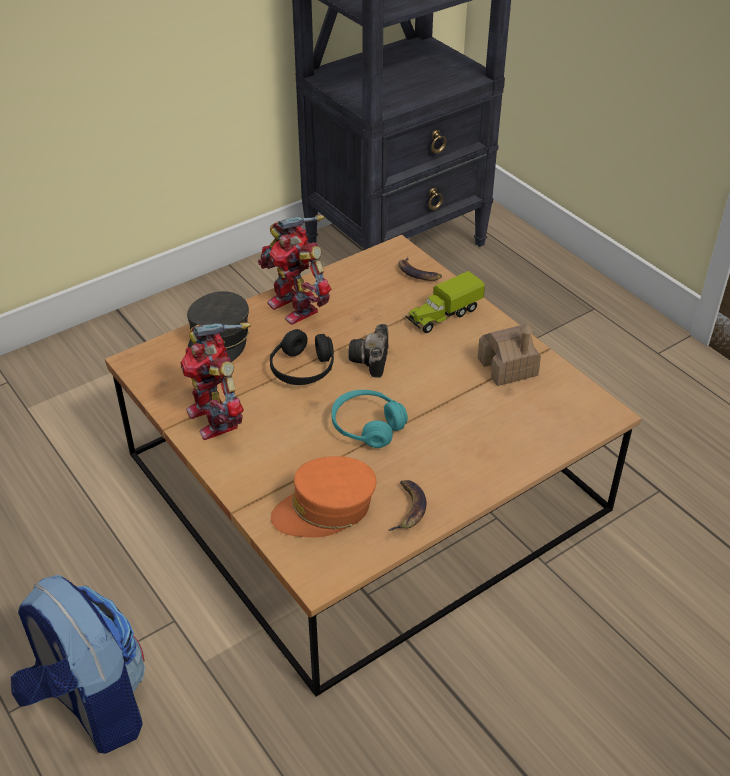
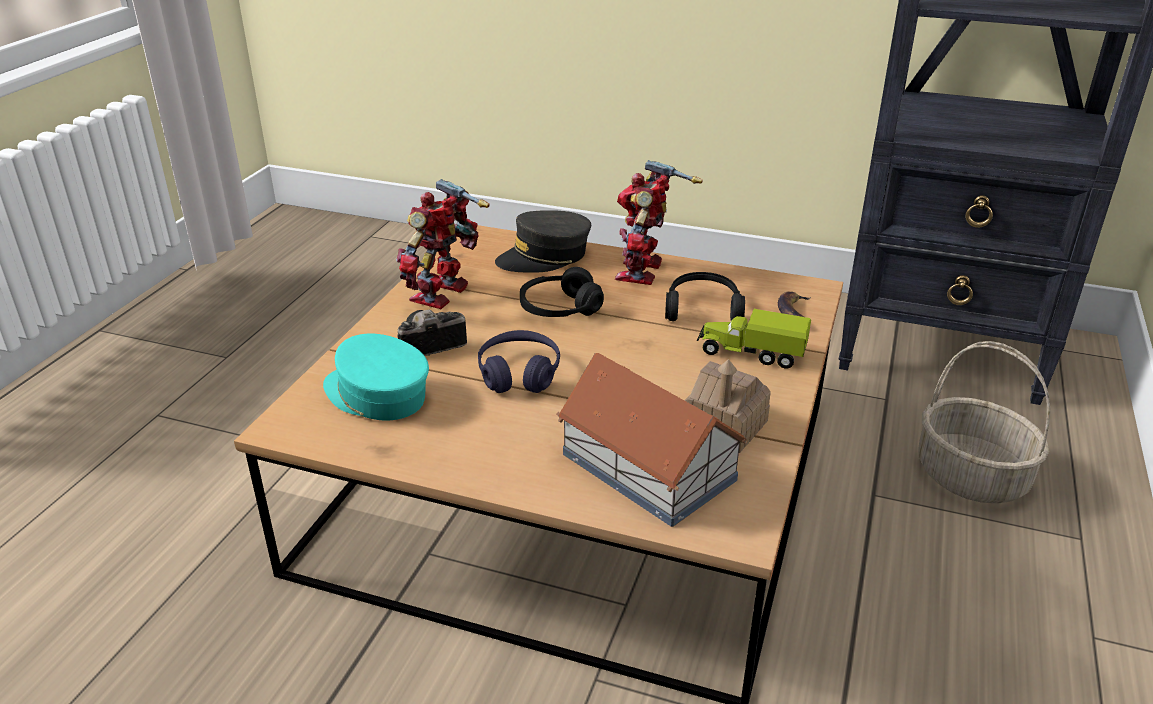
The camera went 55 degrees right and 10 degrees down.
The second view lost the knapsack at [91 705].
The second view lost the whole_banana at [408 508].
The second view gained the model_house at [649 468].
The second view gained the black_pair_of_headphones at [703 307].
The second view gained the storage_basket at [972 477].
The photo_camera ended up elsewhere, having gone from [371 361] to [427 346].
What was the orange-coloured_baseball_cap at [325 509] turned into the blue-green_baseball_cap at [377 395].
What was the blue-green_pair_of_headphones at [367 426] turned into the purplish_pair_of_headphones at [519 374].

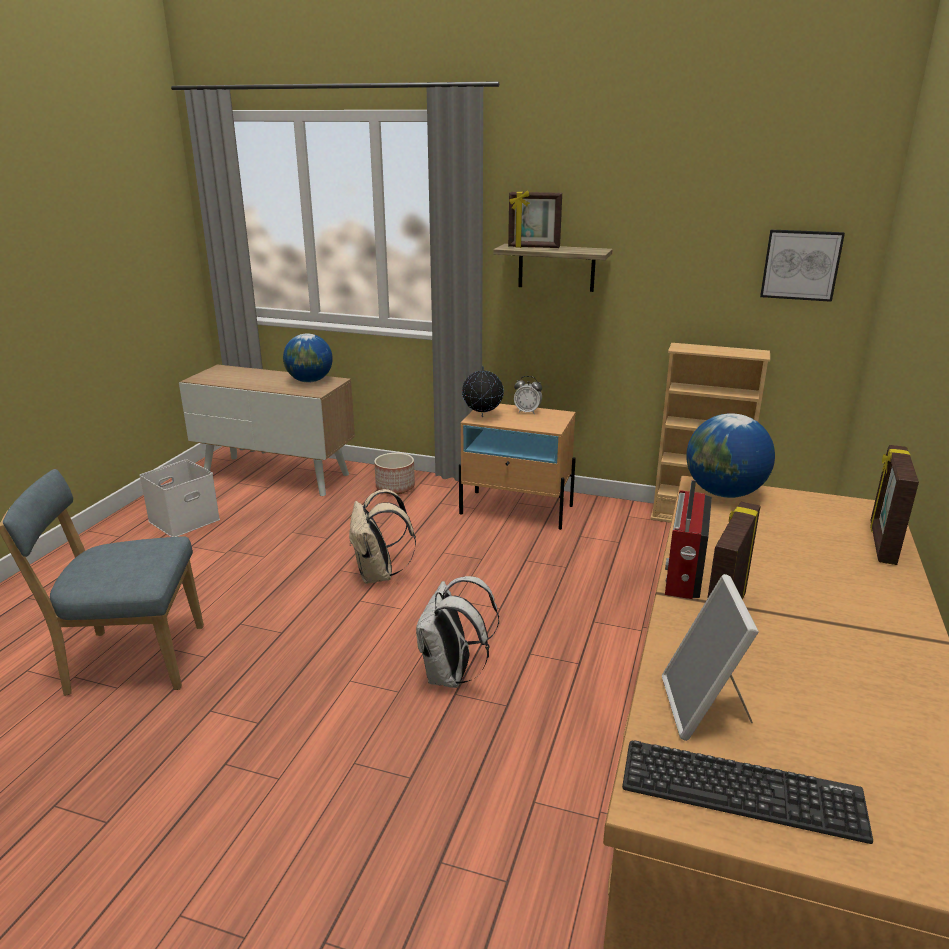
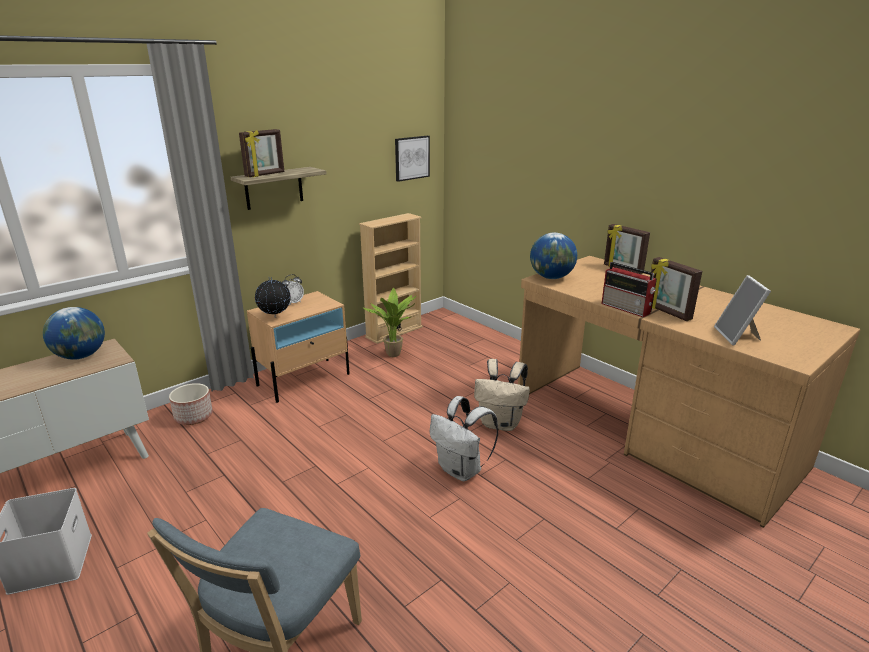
The camera went 60 degrees left and 0 degrees up.
The second view lost the keyboard at [741 791].
The second view gained the potted_plant at [395 355].
The sand-coloured_knapsack ended up elsewhere, having gone from [378 575] to [501 423].
The picture_frame at [705 709] ended up facing another way, 60 degrees clockwise from before.

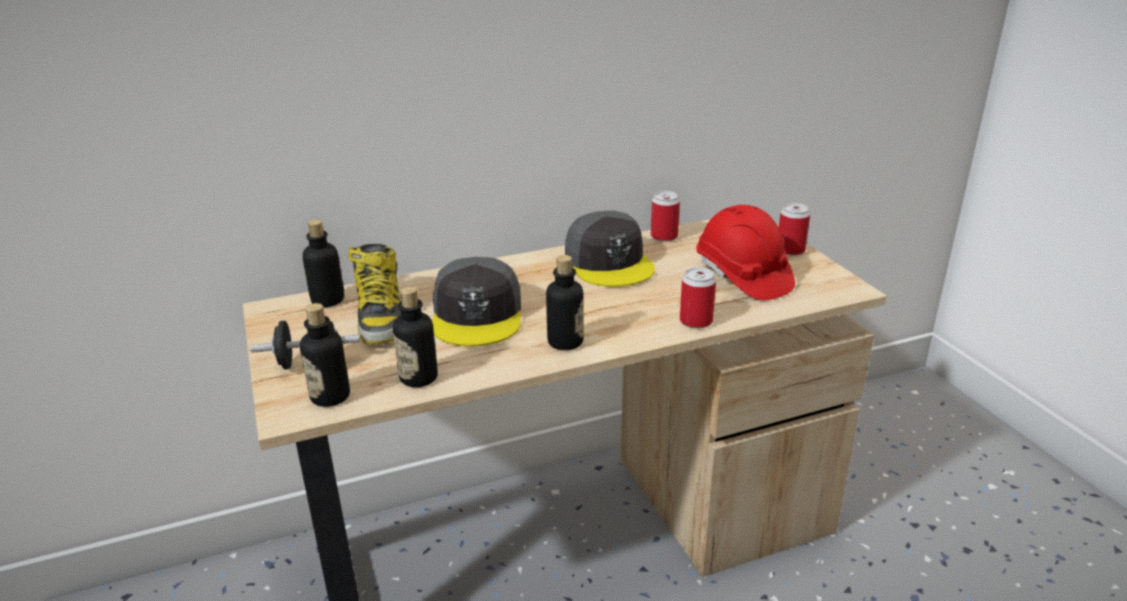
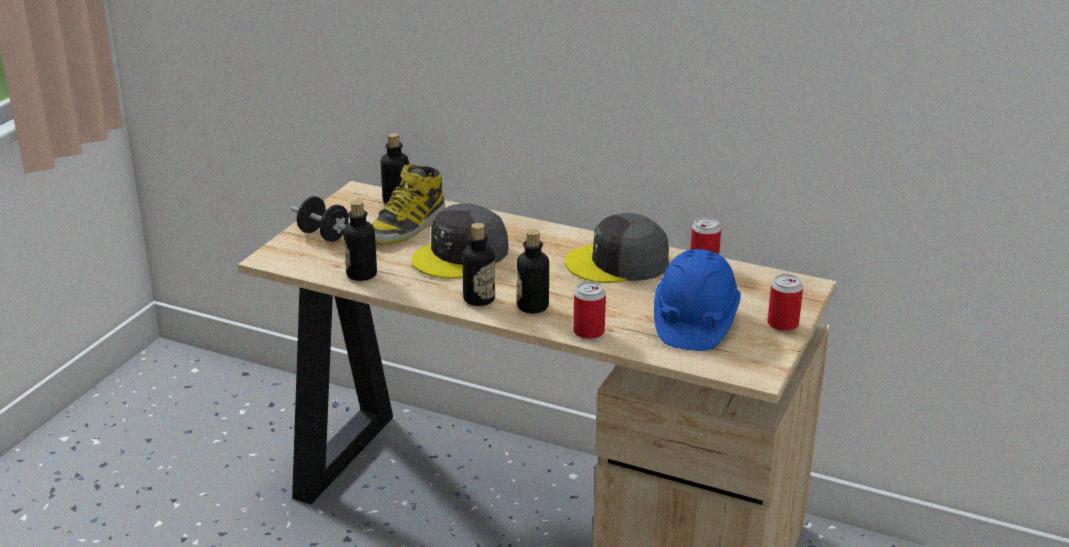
The camera went 45 degrees right and 0 degrees up.
The bottle ended up elsewhere, having gone from [330 396] to [532 306].
What was the red_hard_hat at [742 276] turned into the bluish_hard_hat at [694 322].
The greyish_baseball_cap at [609 262] ended up facing another way, 60 degrees clockwise from before.

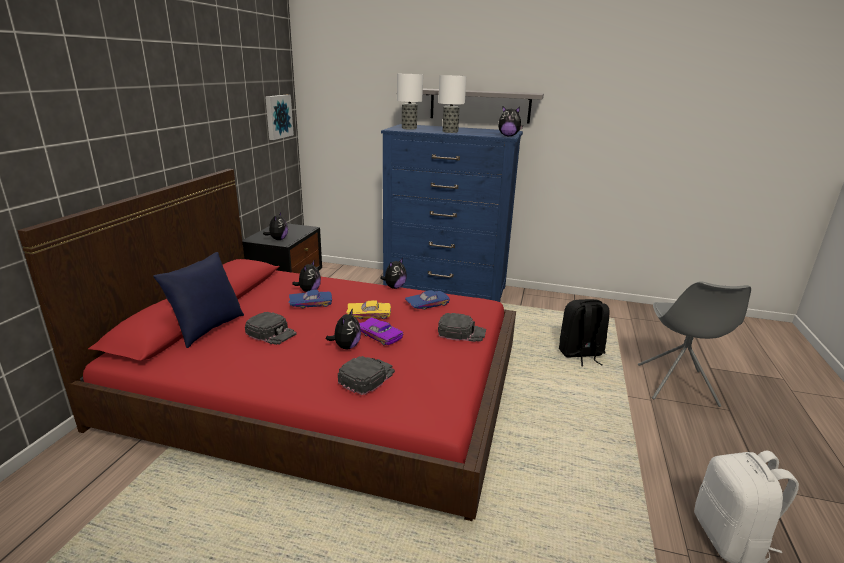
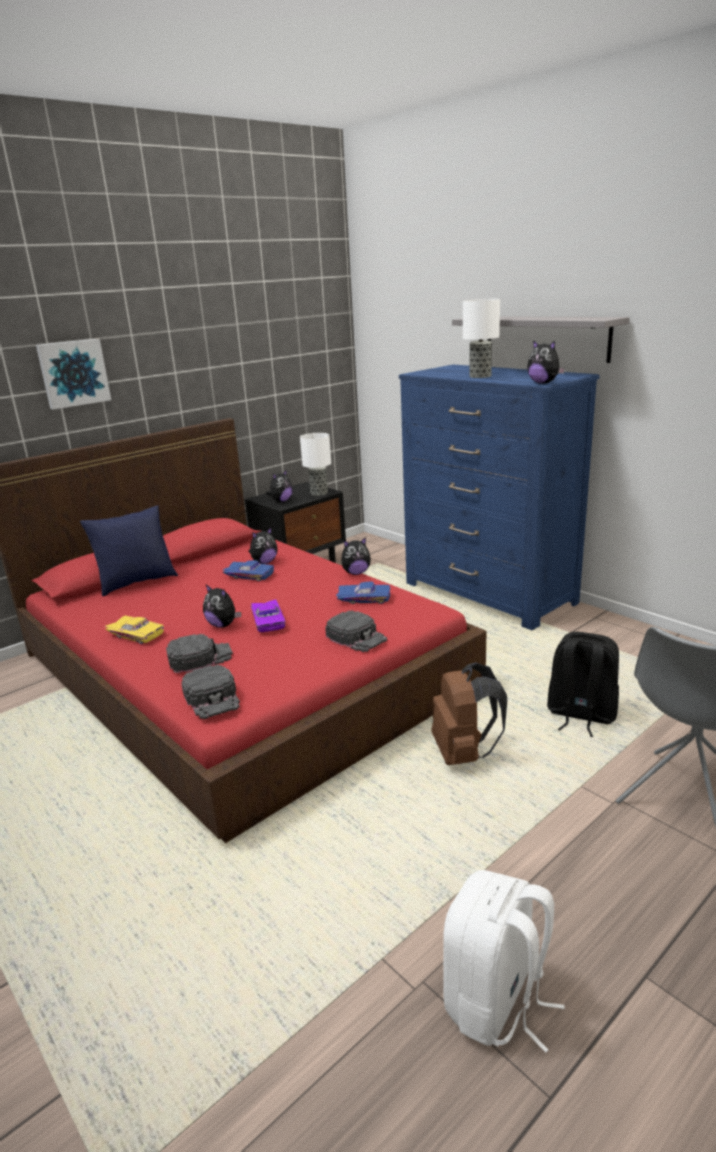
The camera went 35 degrees right and 0 degrees up.
The second view gained the brown-coloured_knapsack at [464 753].
The black_baseball_cap ended up elsewhere, having gone from [271 333] to [212 698].
The picture ended up elsewhere, having gone from [277 116] to [73 373].
The yellowish_model_car ended up elsewhere, having gone from [369 314] to [137 634].
The tabletop_lamp ended up elsewhere, having gone from [409 128] to [319 493].
The soft_toy at [346 347] ended up facing another way, 75 degrees clockwise from before.

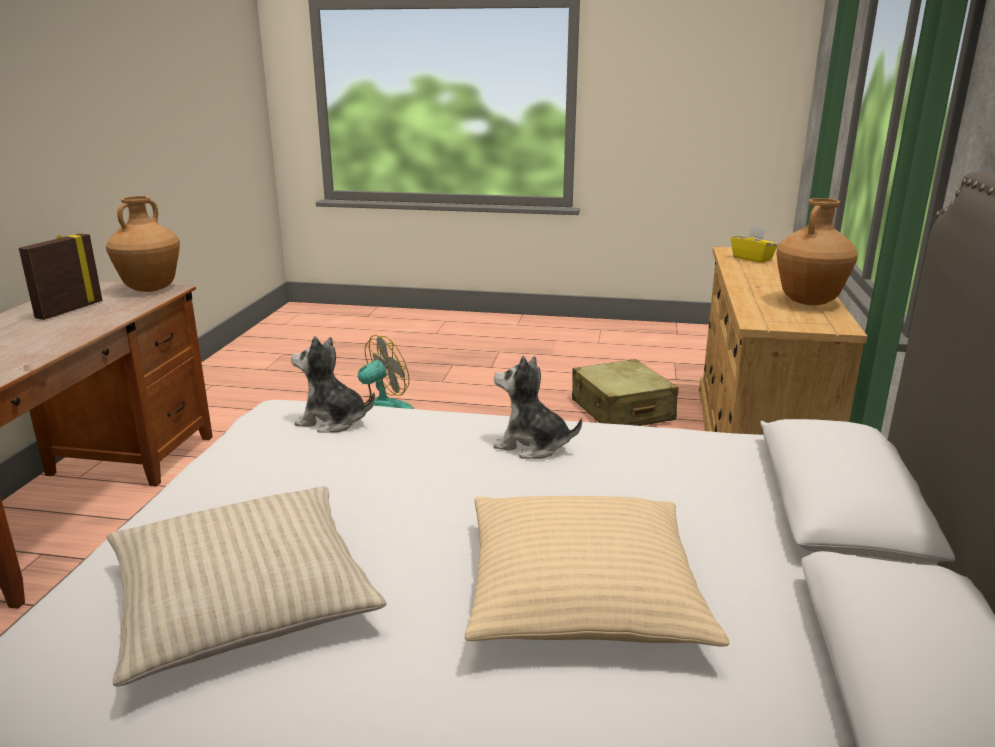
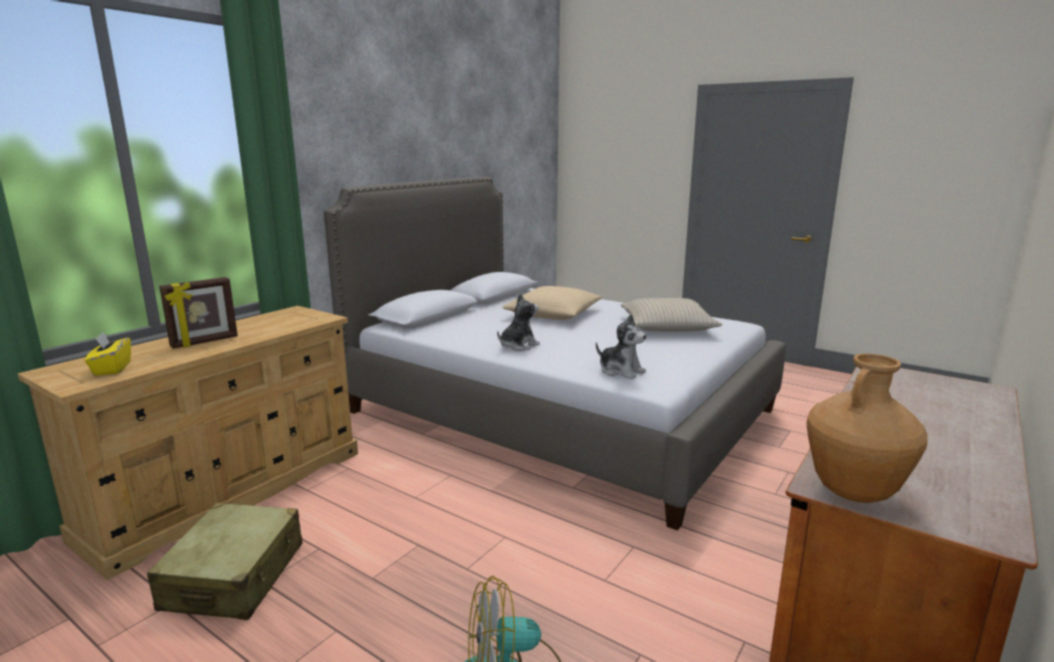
The camera went 155 degrees left and 5 degrees down.
The second view lost the brown-coloured_vase at [808 302].
The picture_frame ended up elsewhere, having gone from [69 310] to [205 342].
The soft_toy at [532 445] ended up facing another way, 90 degrees counterclockwise from before.

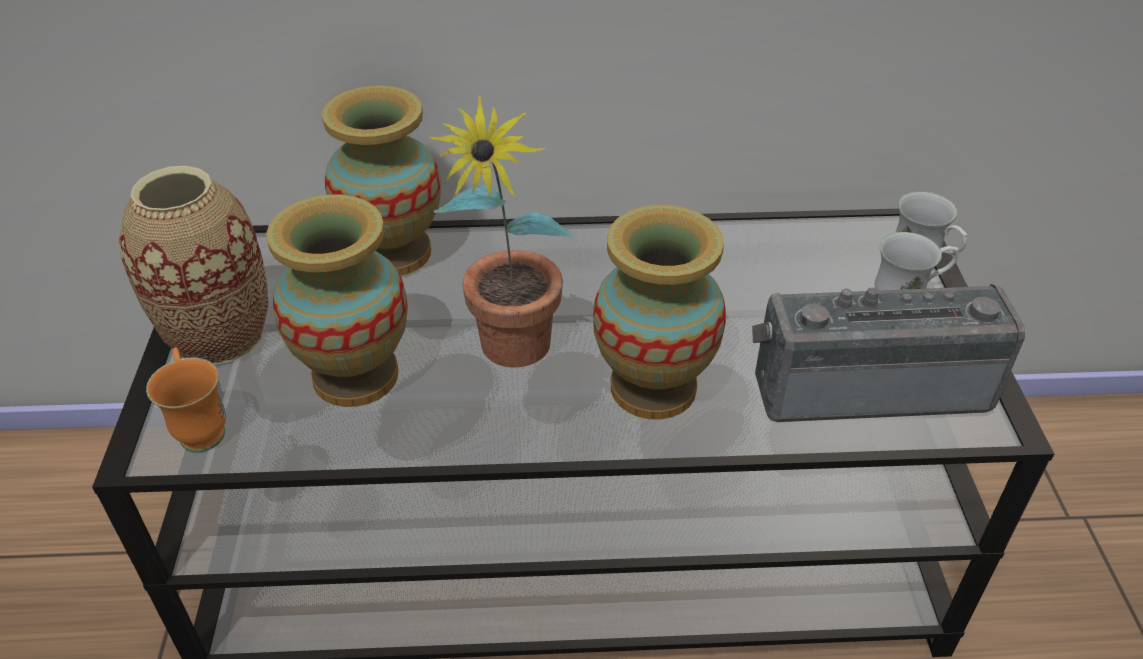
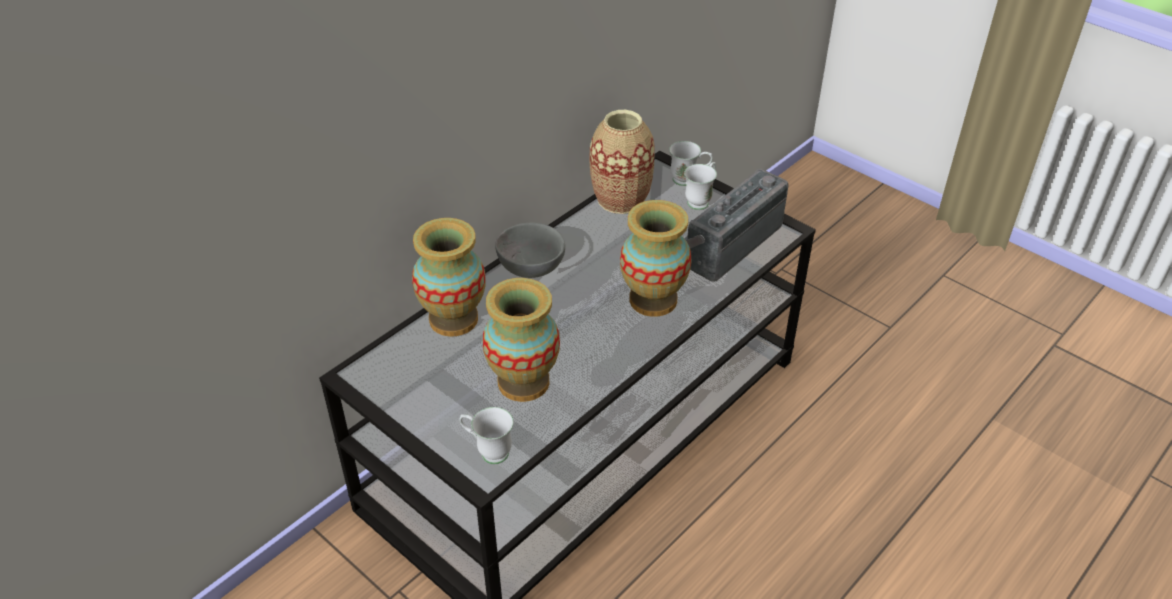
The camera went 45 degrees left and 0 degrees up.
The second view lost the potted_plant at [510 359].
The second view gained the greyish_deep_dish at [529 267].
The vase ended up elsewhere, having gone from [219 334] to [621 199].
What was the orange-coloured_tea_mug at [200 427] turned into the white-coloured_tea_mug at [488 451].

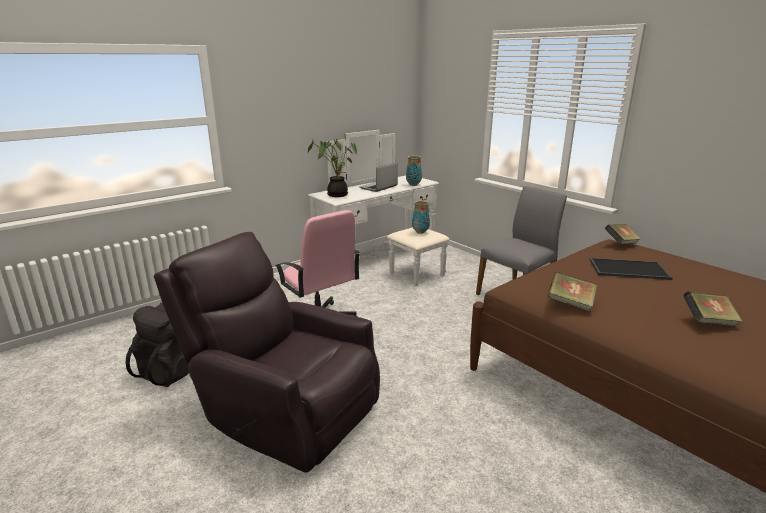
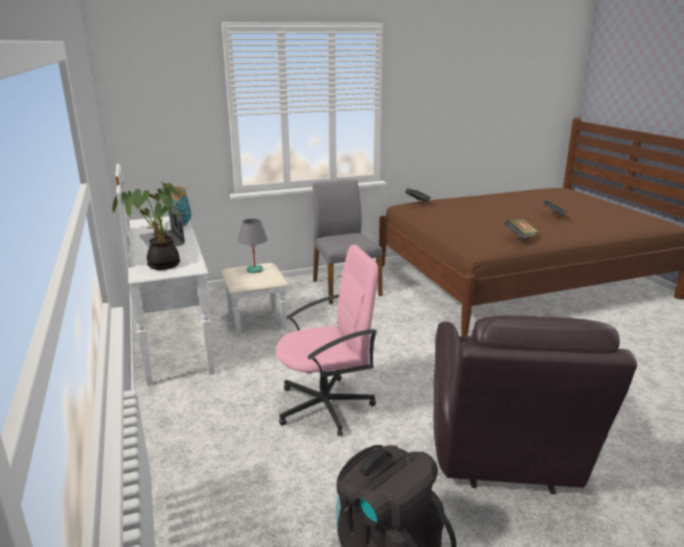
The camera went 70 degrees left and 0 degrees up.
The second view lost the carrying_tray at [628 269].
Where the vase stood at [420 232], the greyish_tabletop_lamp came to stand at [254 270].
The brown-coloured_easy_chair at [282 410] ended up facing another way, 45 degrees counterclockwise from before.

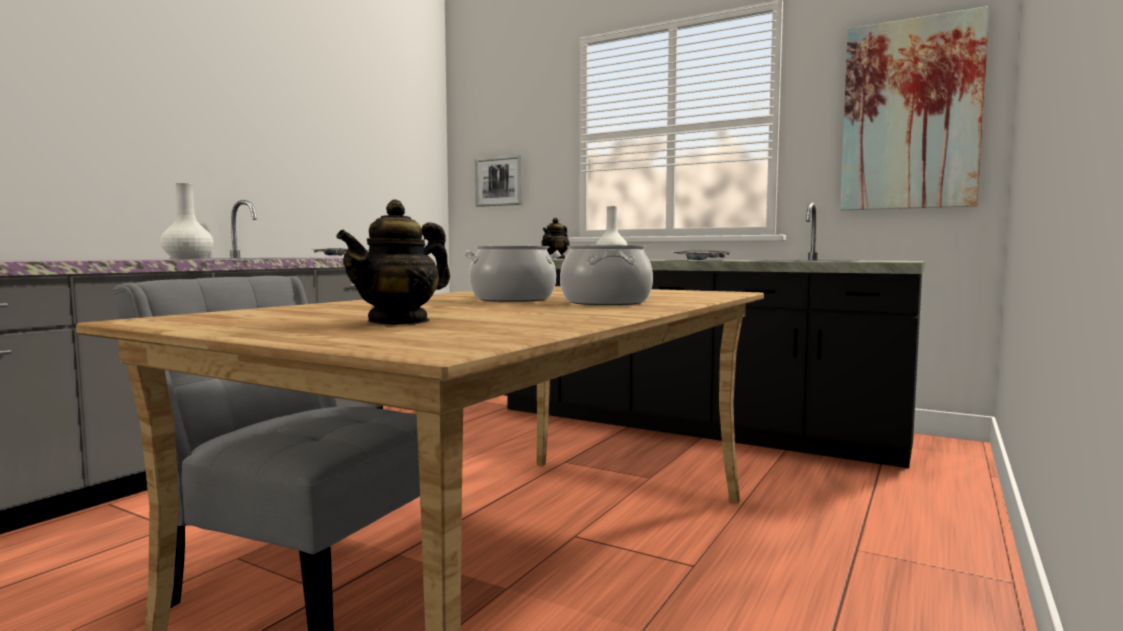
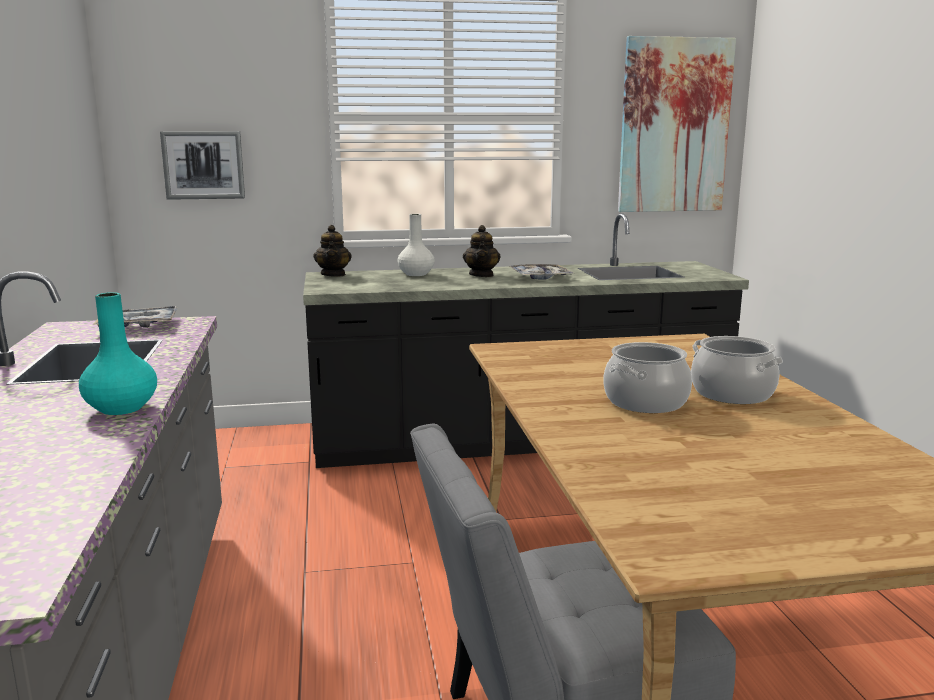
The camera went 40 degrees left and 10 degrees up.
The pot_for_tea ended up elsewhere, having gone from [399 321] to [481 275].
What was the white-coloured_vase at [188 259] turned into the blue-green_vase at [122 408].

